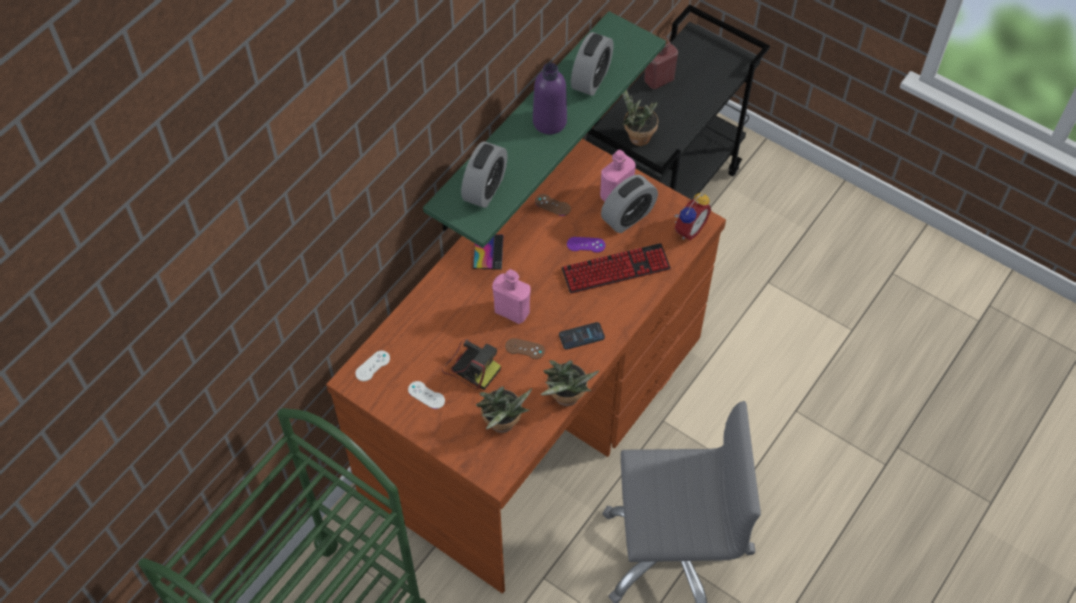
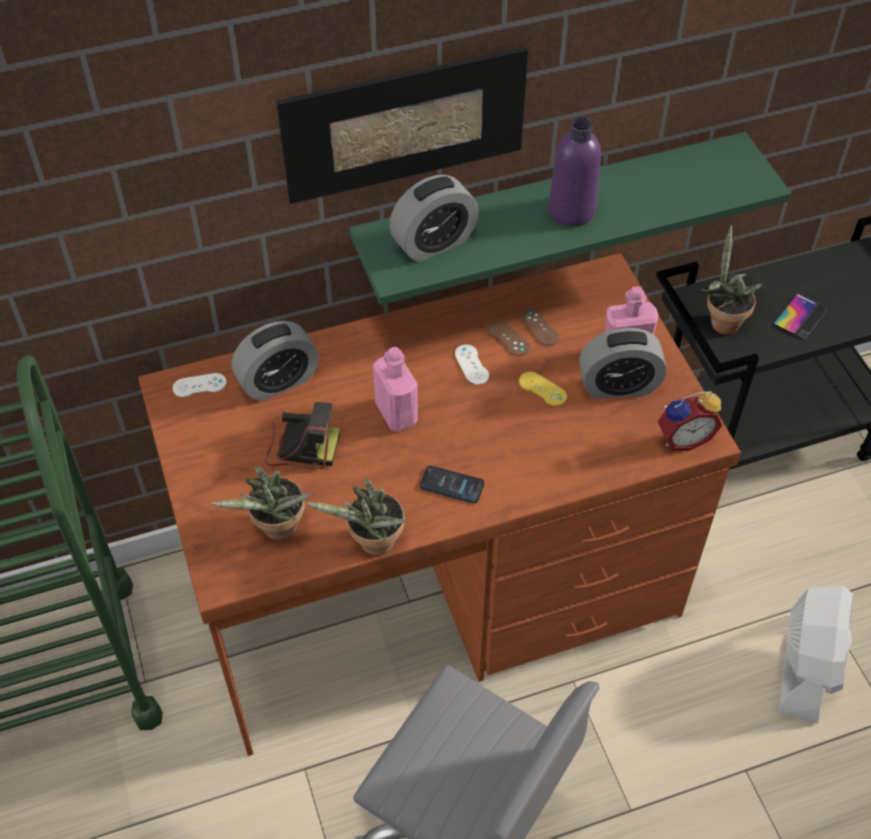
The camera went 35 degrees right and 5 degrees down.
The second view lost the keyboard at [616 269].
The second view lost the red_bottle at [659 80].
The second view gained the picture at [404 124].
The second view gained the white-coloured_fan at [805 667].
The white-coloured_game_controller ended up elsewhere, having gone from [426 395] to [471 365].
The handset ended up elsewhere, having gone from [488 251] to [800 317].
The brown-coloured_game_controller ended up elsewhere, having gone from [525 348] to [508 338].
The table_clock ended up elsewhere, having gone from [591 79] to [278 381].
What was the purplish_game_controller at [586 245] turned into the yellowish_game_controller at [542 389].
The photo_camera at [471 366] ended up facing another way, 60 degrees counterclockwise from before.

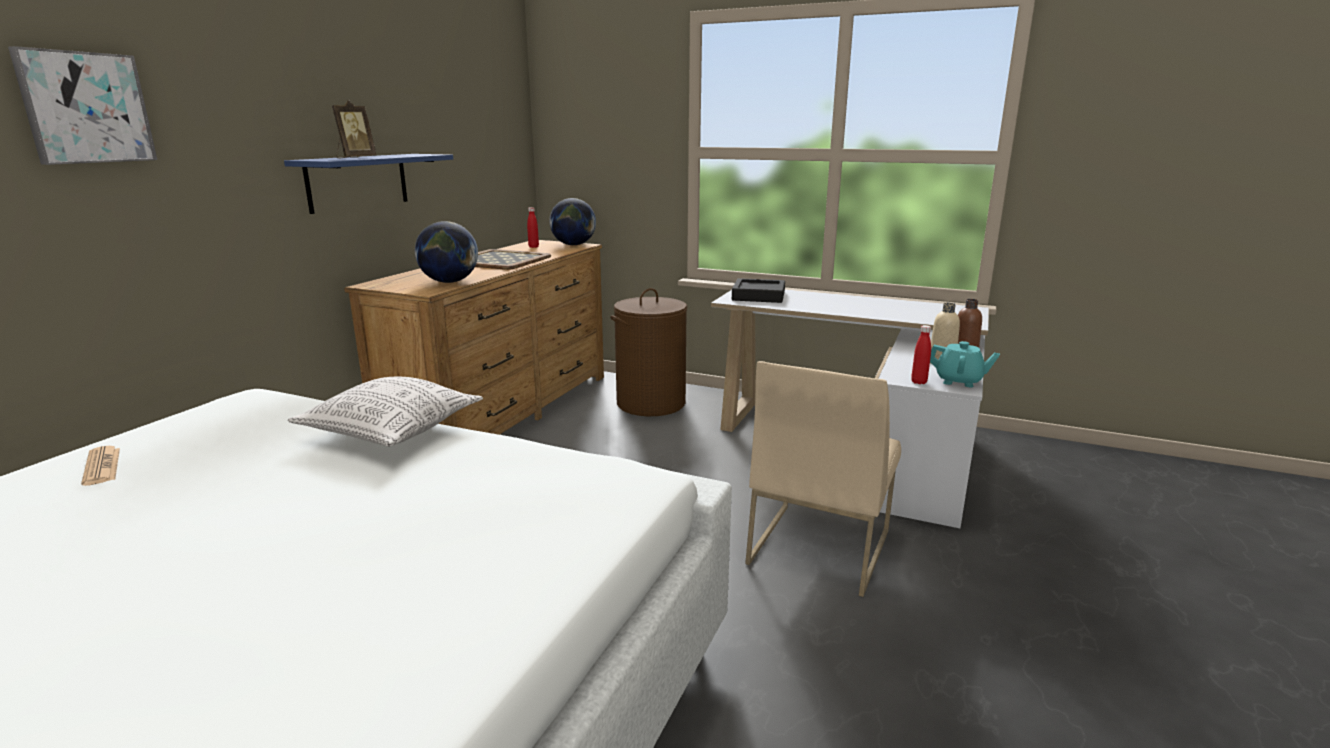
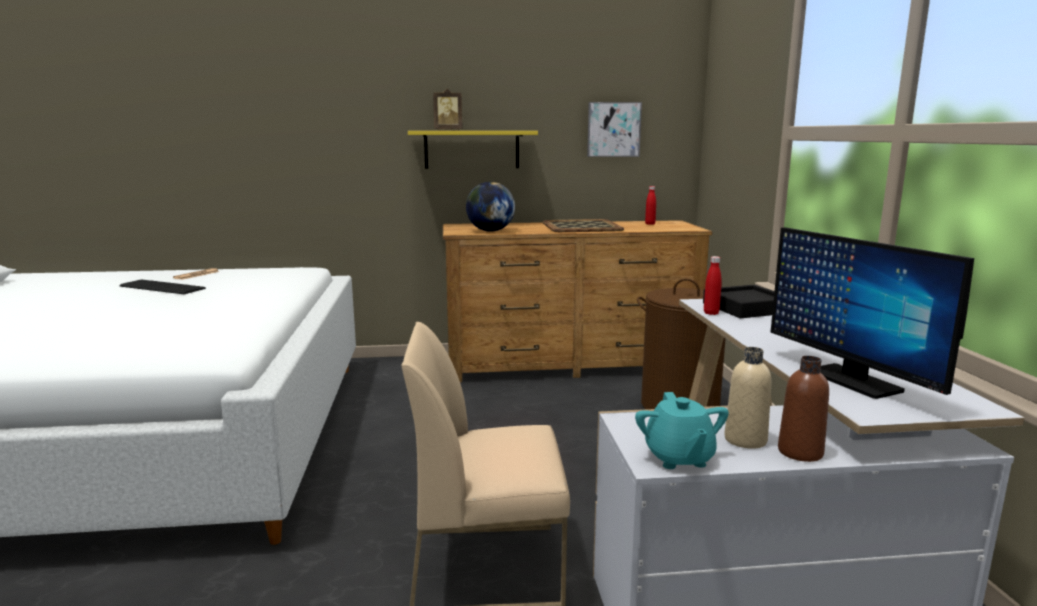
The camera went 60 degrees right and 5 degrees down.
The second view lost the cushion at [391 431].
The second view lost the desk_globe at [573 245].
The second view gained the keyboard at [163 287].
The second view gained the computer_display at [853 381].
The picture ended up elsewhere, having gone from [85 108] to [613 129].
The red_bottle ended up elsewhere, having gone from [919 382] to [711 313].
What was the bluish_wall_shelf at [358 182] turned into the yellowish_wall_shelf at [472 149].

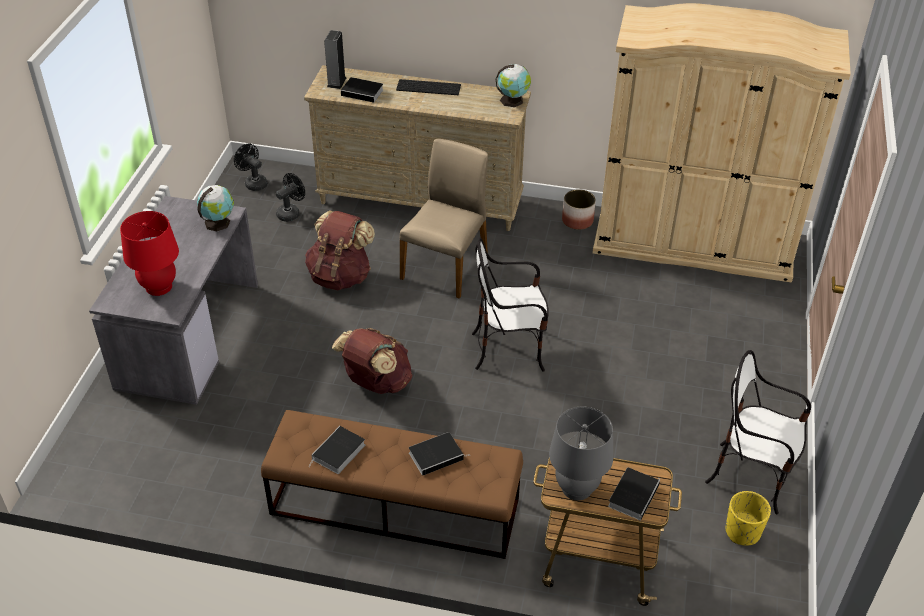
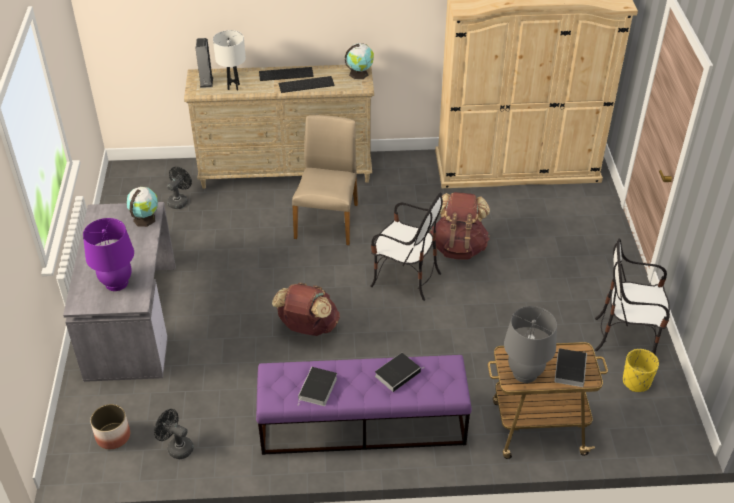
The camera went 15 degrees left and 0 degrees up.
The second view gained the keyboard at [306 84].
The black_fan ended up elsewhere, having gone from [253 183] to [176 447].
The brown-coloured_knapsack ended up elsewhere, having gone from [340 276] to [458 247].
The flower_pot ended up elsewhere, having gone from [577 220] to [113 436].
Where the book stood at [363 92], the white-coloured_tabletop_lamp came to stand at [233 87].
What was the red_tabletop_lamp at [159 286] turned into the purplish_tabletop_lamp at [116 283].
What was the brown-coloured_long_seat at [394 506] turned into the purplish_long_seat at [362 424].
The plain_chair at [509 349] ended up facing another way, 135 degrees counterclockwise from before.

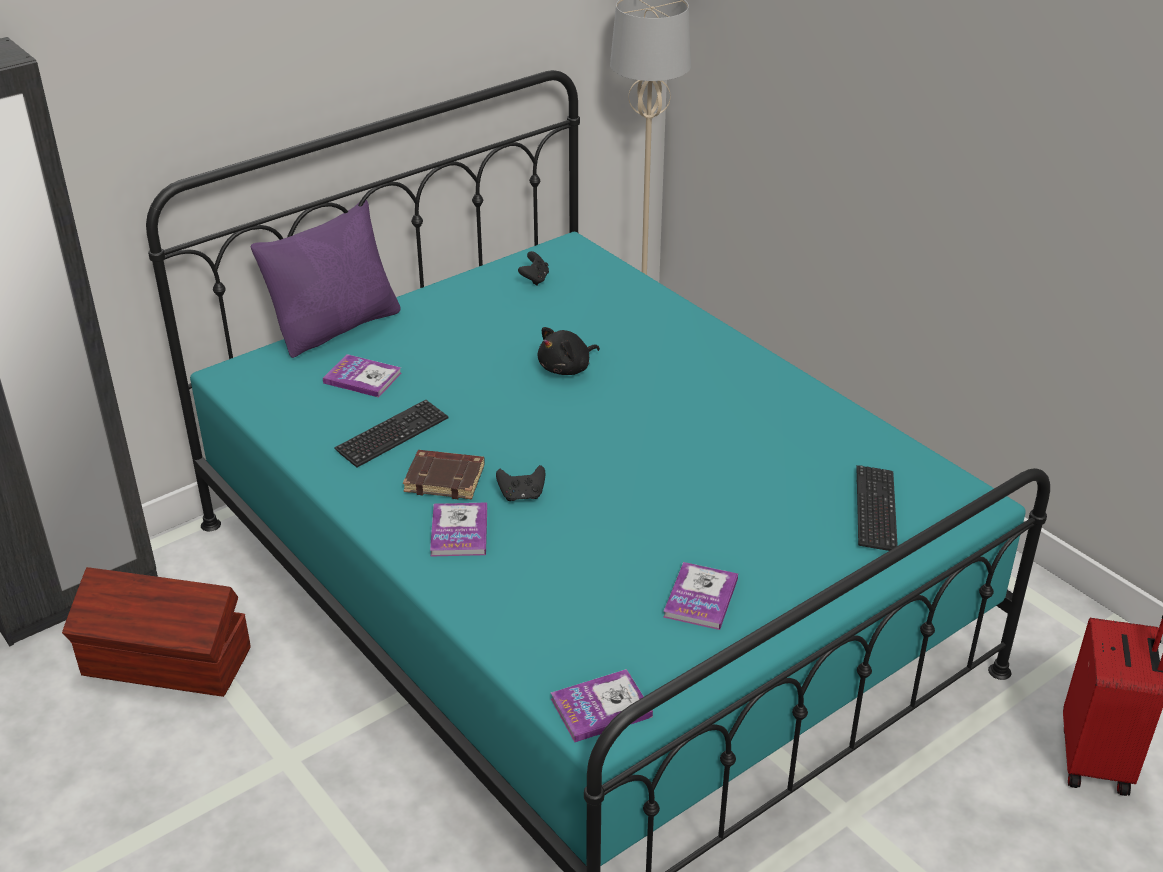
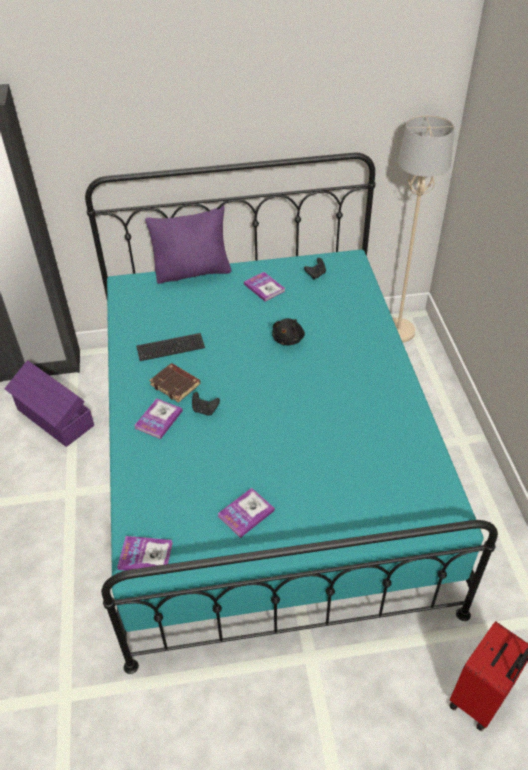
The camera went 30 degrees right and 10 degrees up.
The second view lost the keyboard at [875 510].
The book ended up elsewhere, having gone from [362 378] to [264 287].
What was the brown-coloured_storage_bin at [167 663] turned into the purplish_storage_bin at [54 418].
The black_soft_toy at [567 368] ended up facing another way, 60 degrees counterclockwise from before.

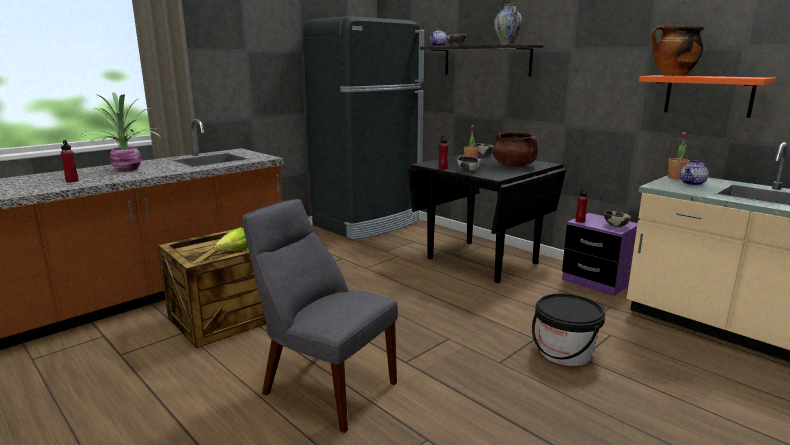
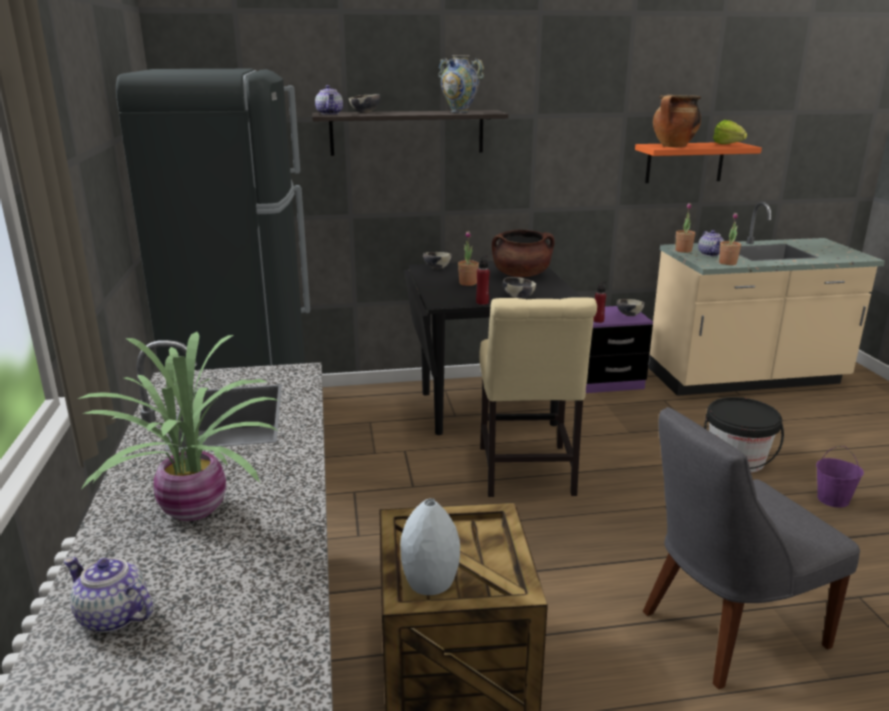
The camera went 55 degrees left and 5 degrees up.
The second view lost the red_bottle at [72 181].
The second view gained the pot_for_tea at [112 616].
The second view gained the greyish_vase at [428 581].
The second view gained the sand-coloured_plain_chair at [526 474].
The second view gained the potted_plant at [727 263].
The second view gained the purplish_bucket at [833 499].
The lettuce_head ended up elsewhere, having gone from [231 253] to [730 145].

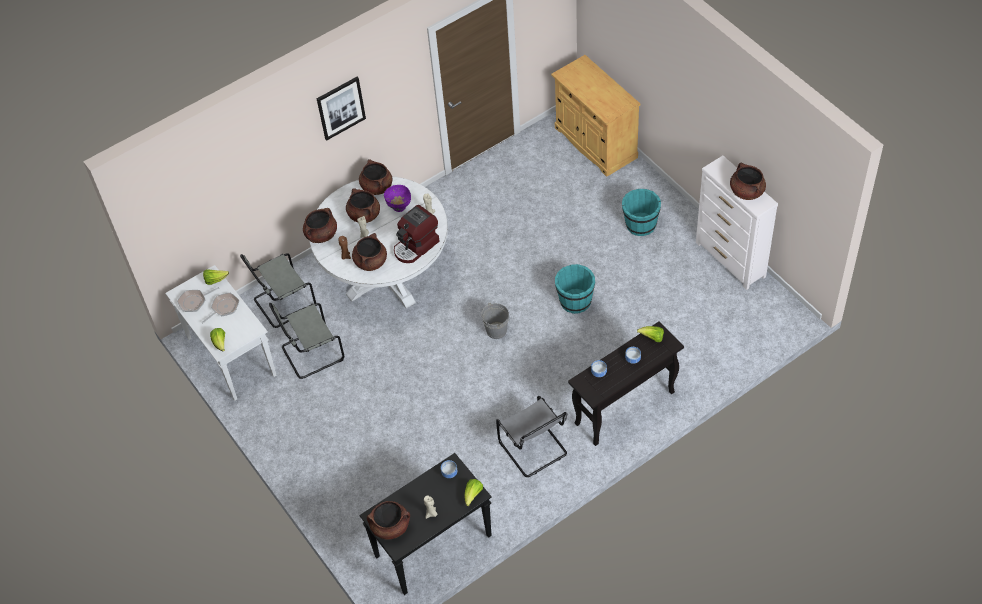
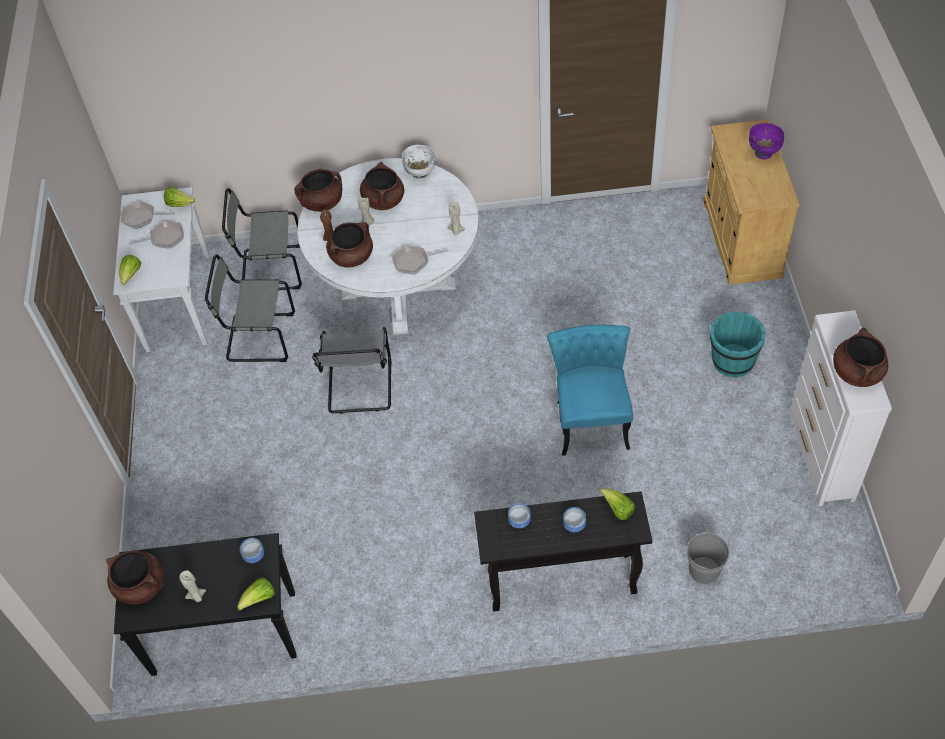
The camera went 30 degrees right and 0 degrees up.
The second view lost the picture at [340 108].
The purplish_deep_dish ended up elsewhere, having gone from [399 207] to [763 154].
The greyish_bucket ended up elsewhere, having gone from [496 330] to [704 570].
The greyish_plain_chair ended up elsewhere, having gone from [534 450] to [360 388].
Where the brown-coloured_cooking_pot stood at [376 187], the white-coloured_deep_dish came to stand at [420 175].
Where the coffee_maker stood at [416 246], the pan came to stand at [414 262].
Where the blue-green_bucket stood at [575 301], the blue-green_plain_chair came to stand at [590 417].

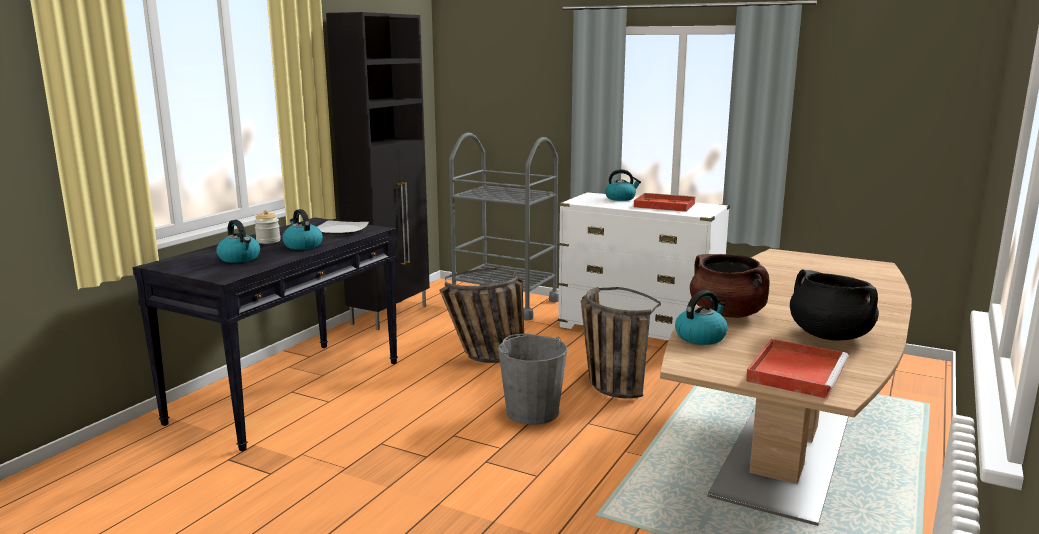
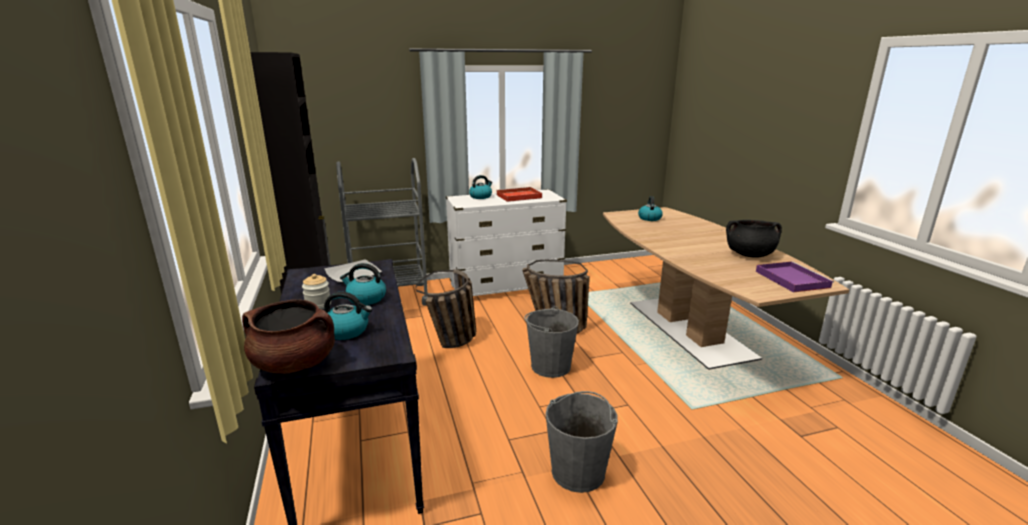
The camera went 45 degrees left and 5 degrees up.
The second view gained the greyish_bucket at [578 471].
The tea_kettle ended up elsewhere, having gone from [700 337] to [649 218].
The brown-coloured_cooking_pot ended up elsewhere, having gone from [727 313] to [295 364].
What was the red_carrying_tray at [796 371] turned into the purplish_carrying_tray at [790 279].

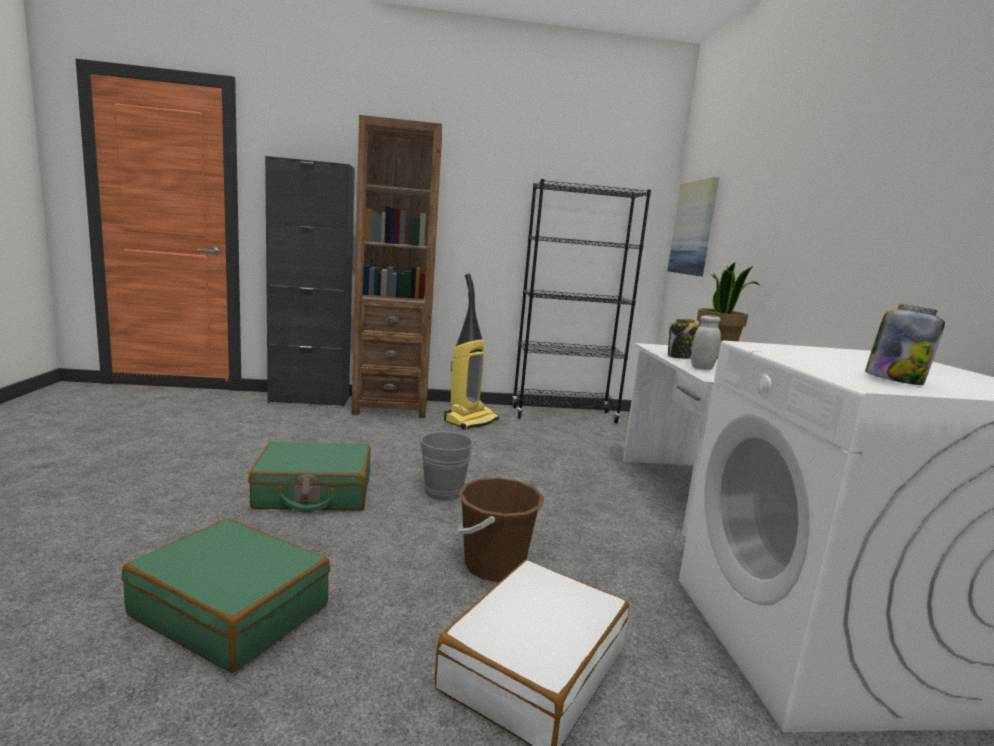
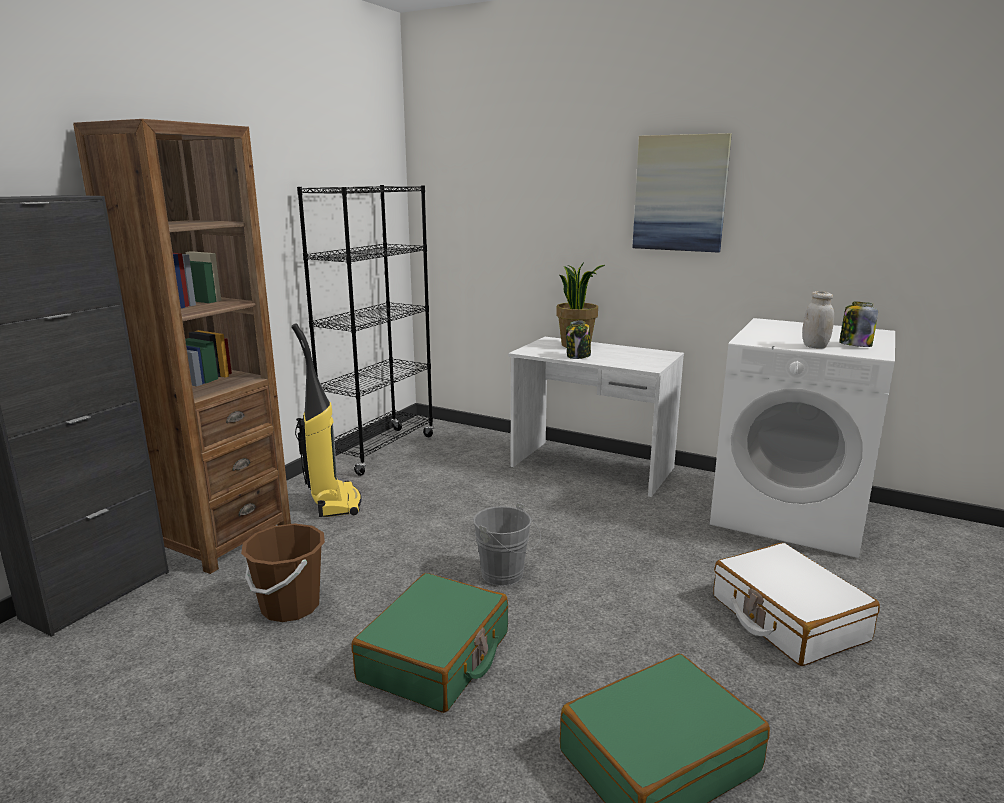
The camera went 55 degrees left and 5 degrees up.
The brown-coloured_bucket ended up elsewhere, having gone from [494 565] to [290 606].
The picture ended up elsewhere, having gone from [694 228] to [680 193].
The white-coloured_storage_jar ended up elsewhere, having gone from [702 368] to [814 346].

